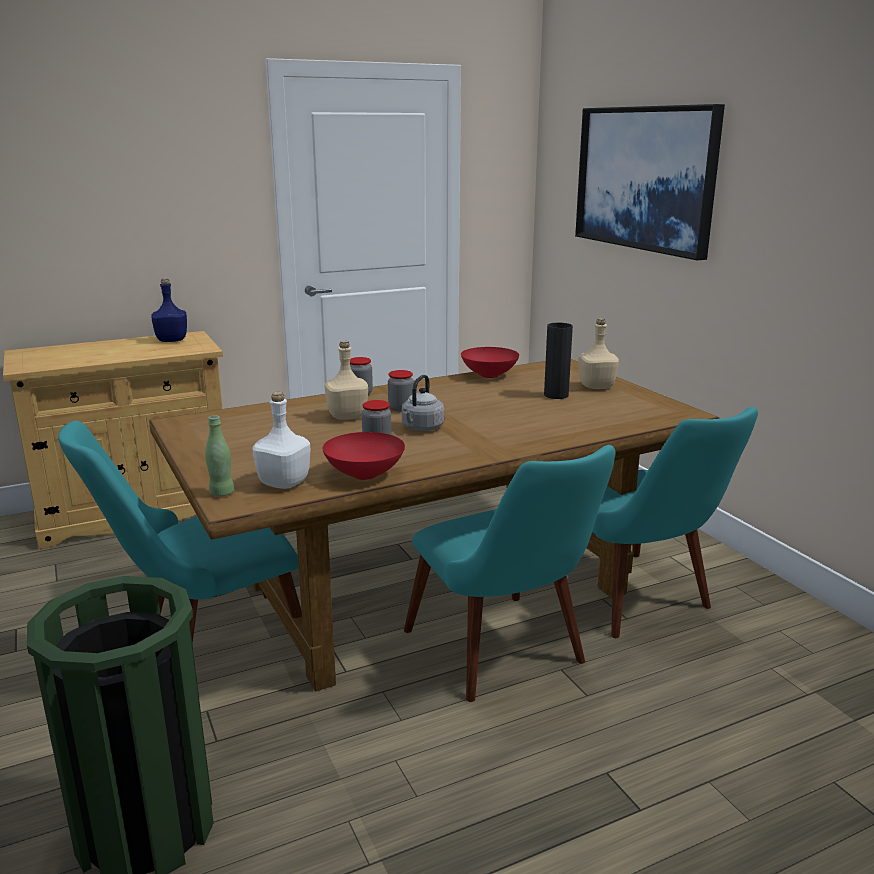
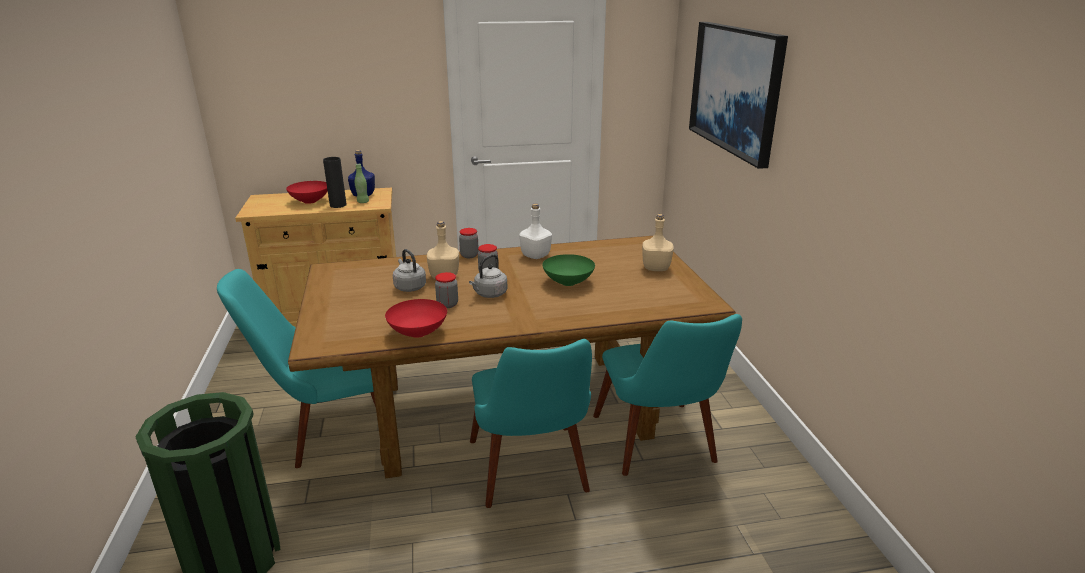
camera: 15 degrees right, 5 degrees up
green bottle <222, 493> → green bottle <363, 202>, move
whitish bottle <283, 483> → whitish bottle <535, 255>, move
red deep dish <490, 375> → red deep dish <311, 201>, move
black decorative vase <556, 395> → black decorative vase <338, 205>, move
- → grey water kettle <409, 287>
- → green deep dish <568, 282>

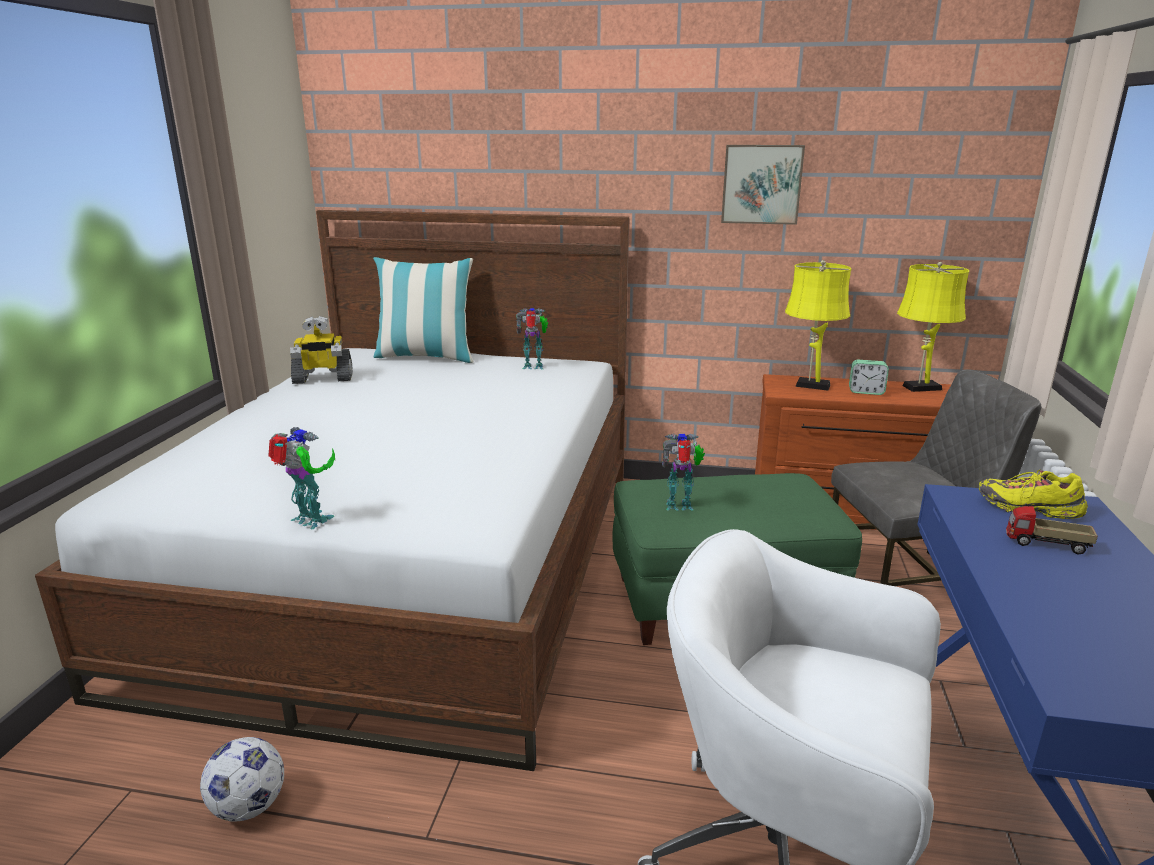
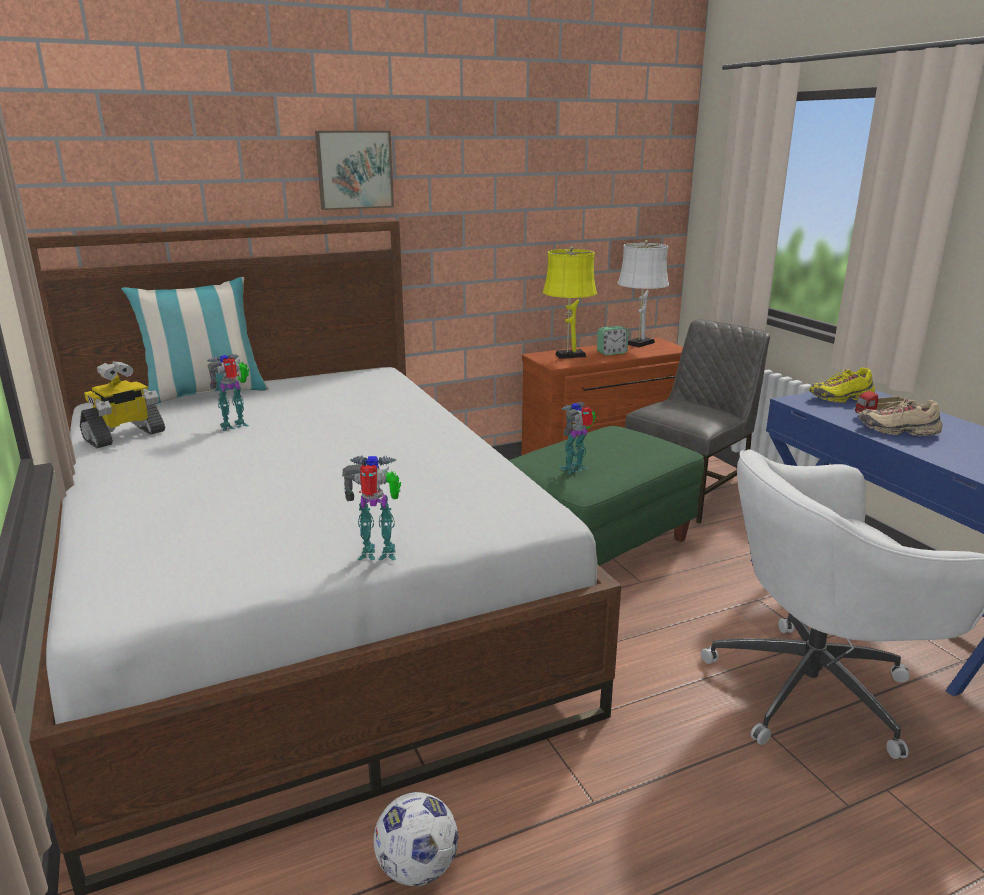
camera: 35 degrees left, 0 degrees up
robot figure <534, 367> → robot figure <235, 426>, move
wall art <761, 184> → wall art <354, 170>, move
yellow-coloured tabletop lamp <918, 388> → whitish tabletop lamp <638, 344>
- → sand-coloured shoe <898, 431>

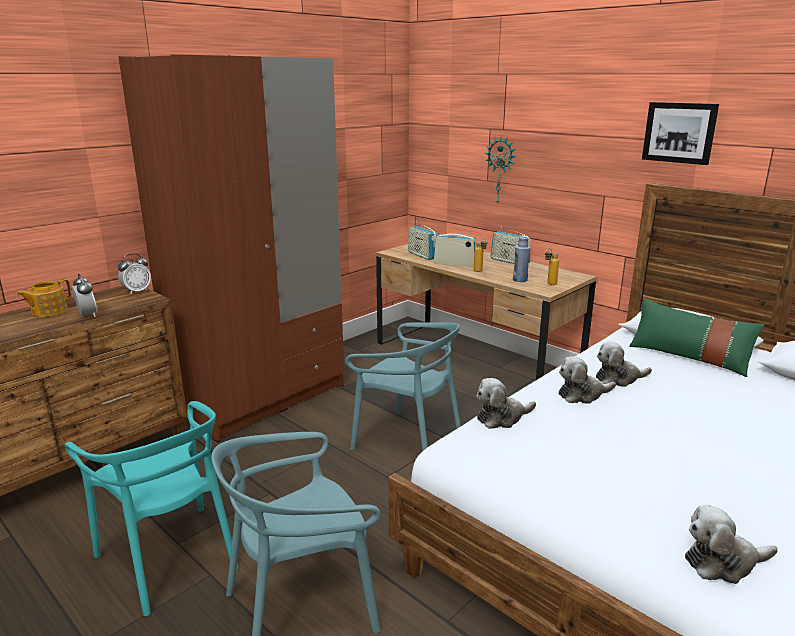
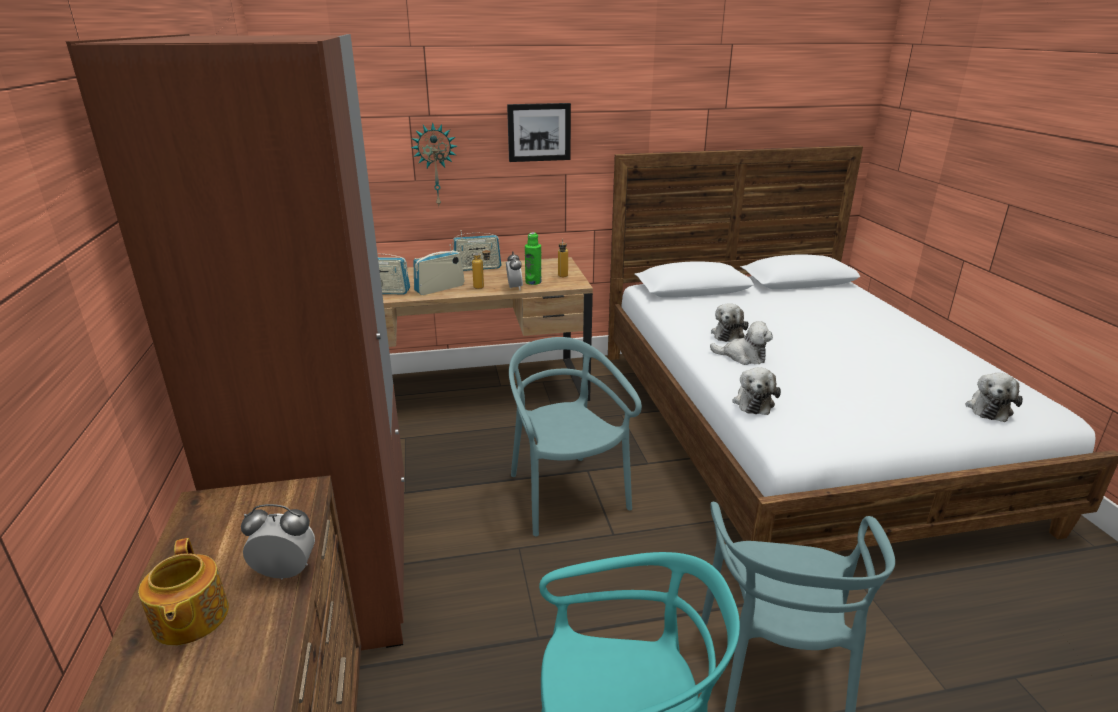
camera: 55 degrees left, 5 degrees up
alarm clock <137, 291> → alarm clock <514, 288>, move
blue-green plain chair <407, 441> → blue-green plain chair <565, 494>, 90 degrees counterclockwise
blue bottle <520, 280> → green bottle <533, 282>
cuddly toy <582, 394> → cuddly toy <743, 357>, 90 degrees counterclockwise
green pillow <689, 357> → -
wall art <679, 132> → wall art <539, 132>, move

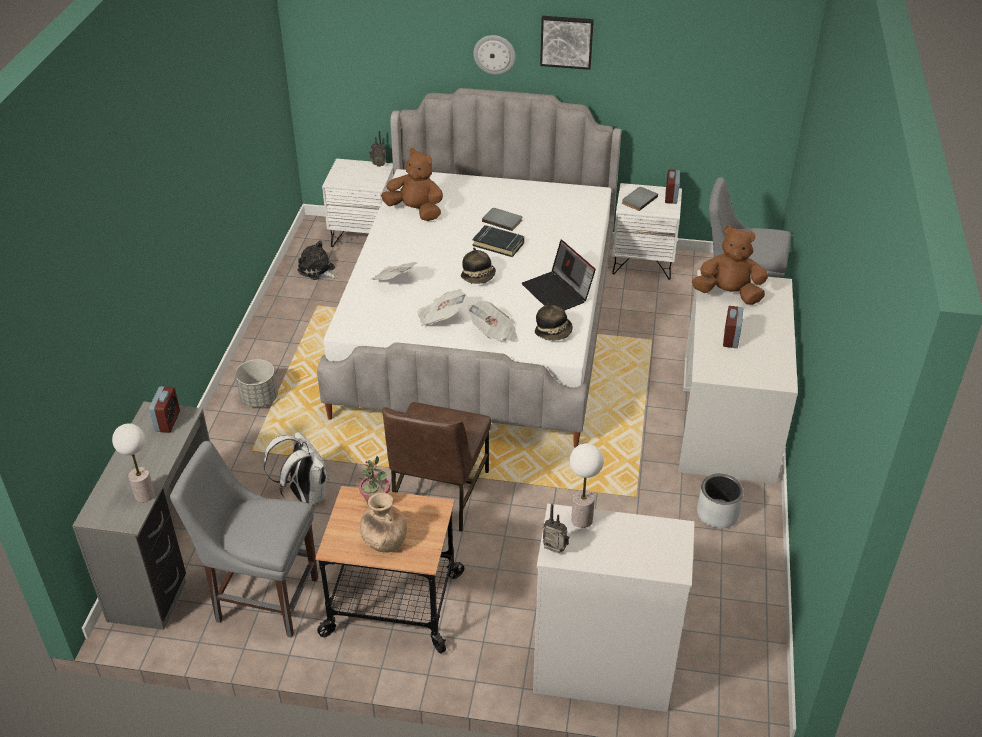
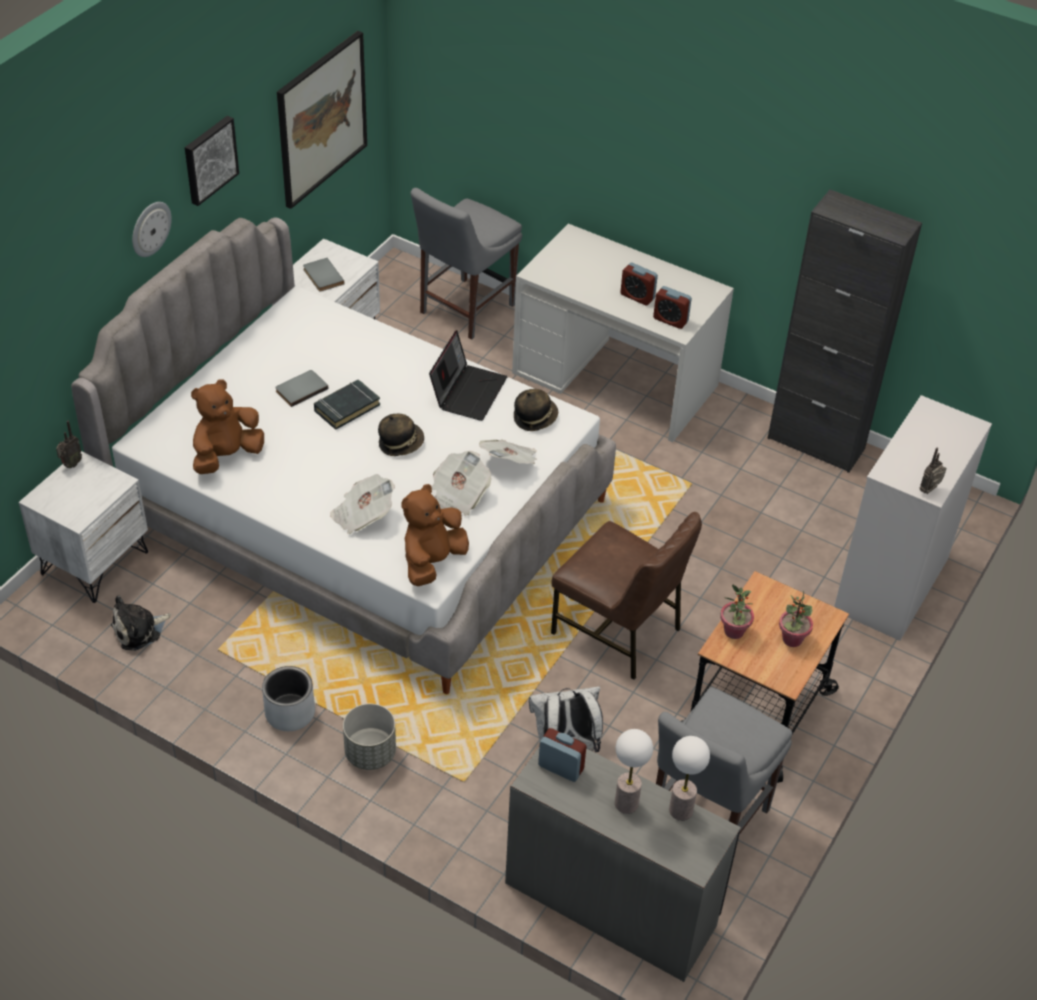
camera: 70 degrees left, 5 degrees up
brown-coloured decorative vase <384, 541> → houseplant <792, 639>
notebook computer <558, 292> → notebook computer <468, 391>, 60 degrees counterclockwise
tabletop lamp <582, 519> → tabletop lamp <626, 803>, move
alarm clock <671, 197> → alarm clock <670, 320>, move
brown-coloured cuddly toy <728, 294> → brown-coloured cuddly toy <432, 562>, move
grey flower pot <717, 513> → grey flower pot <289, 712>, move
- → wall art <321, 119>
- → black cabinet <816, 443>

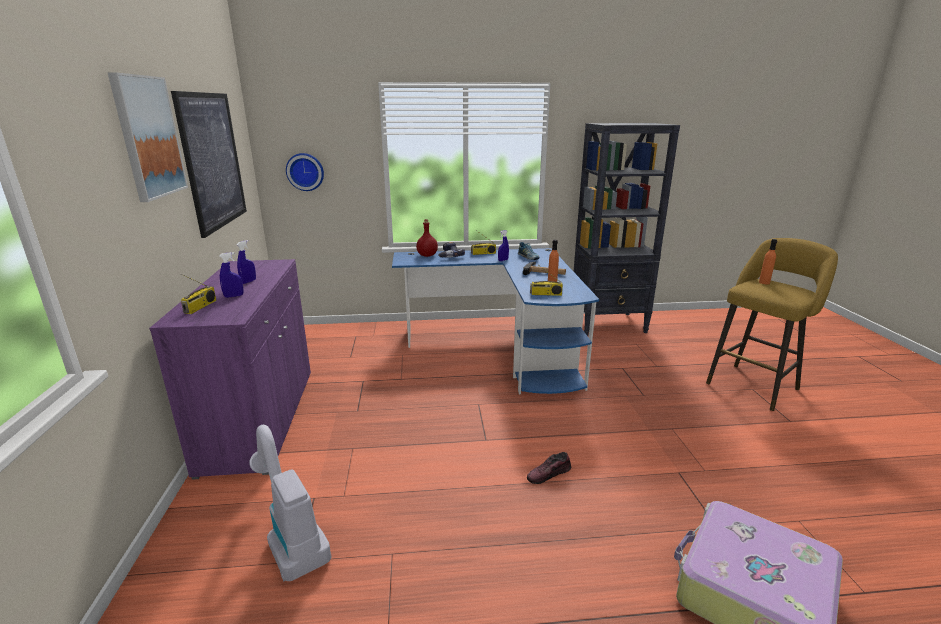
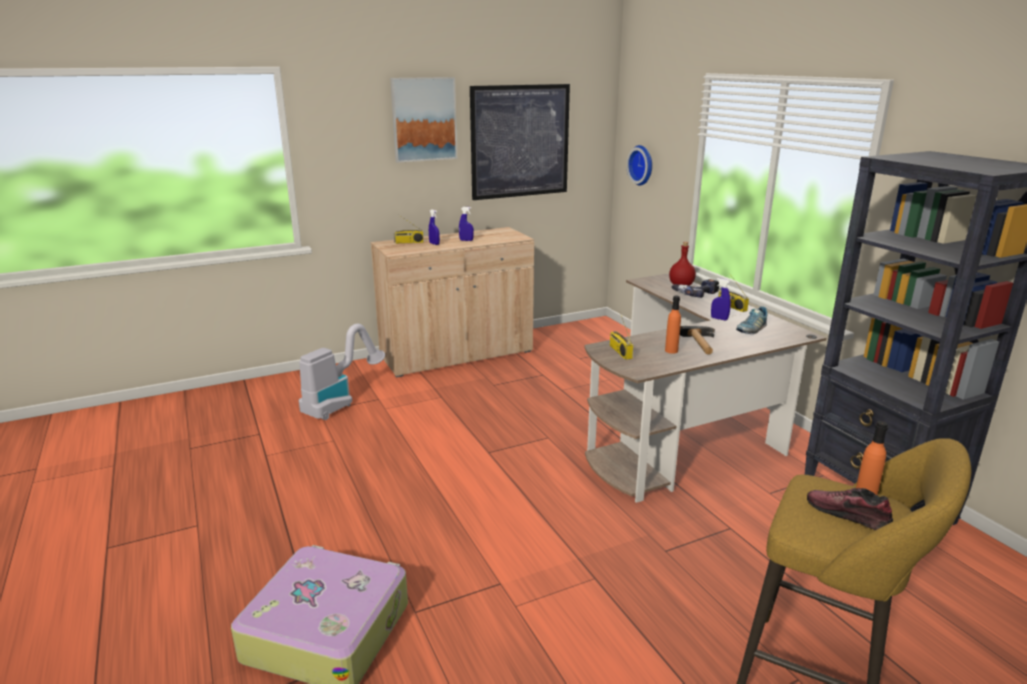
camera: 70 degrees right, 0 degrees up
purple cabinet <260, 419> → sand-coloured cabinet <457, 354>
blue desk table <503, 348> → brown-coloured desk table <687, 431>
shoe <549, 474> → shoe <848, 515>, move

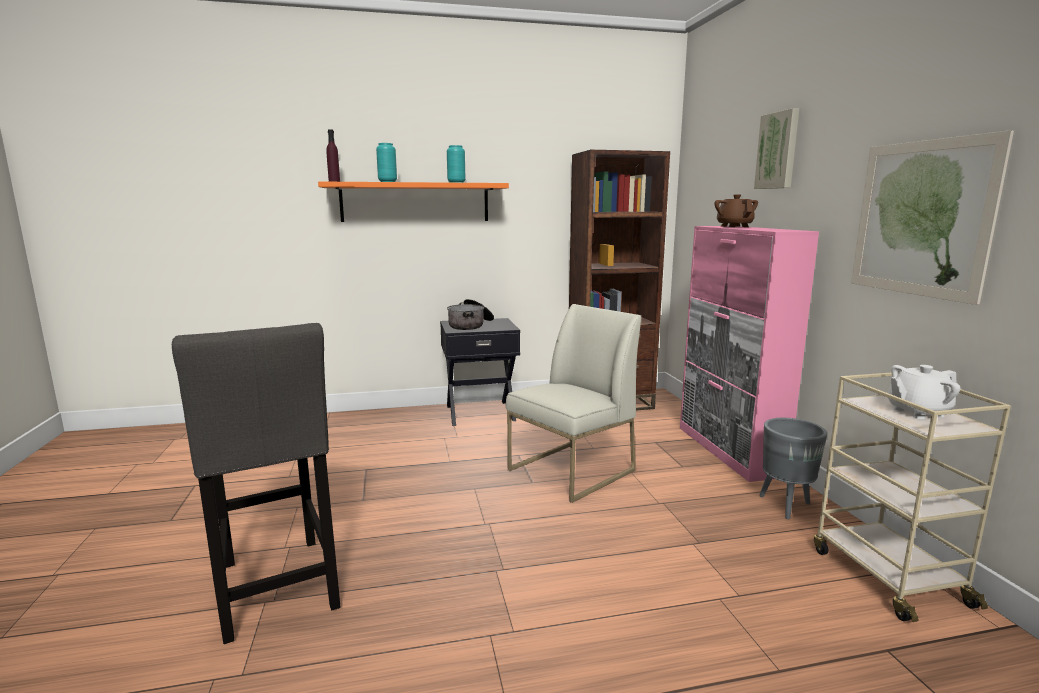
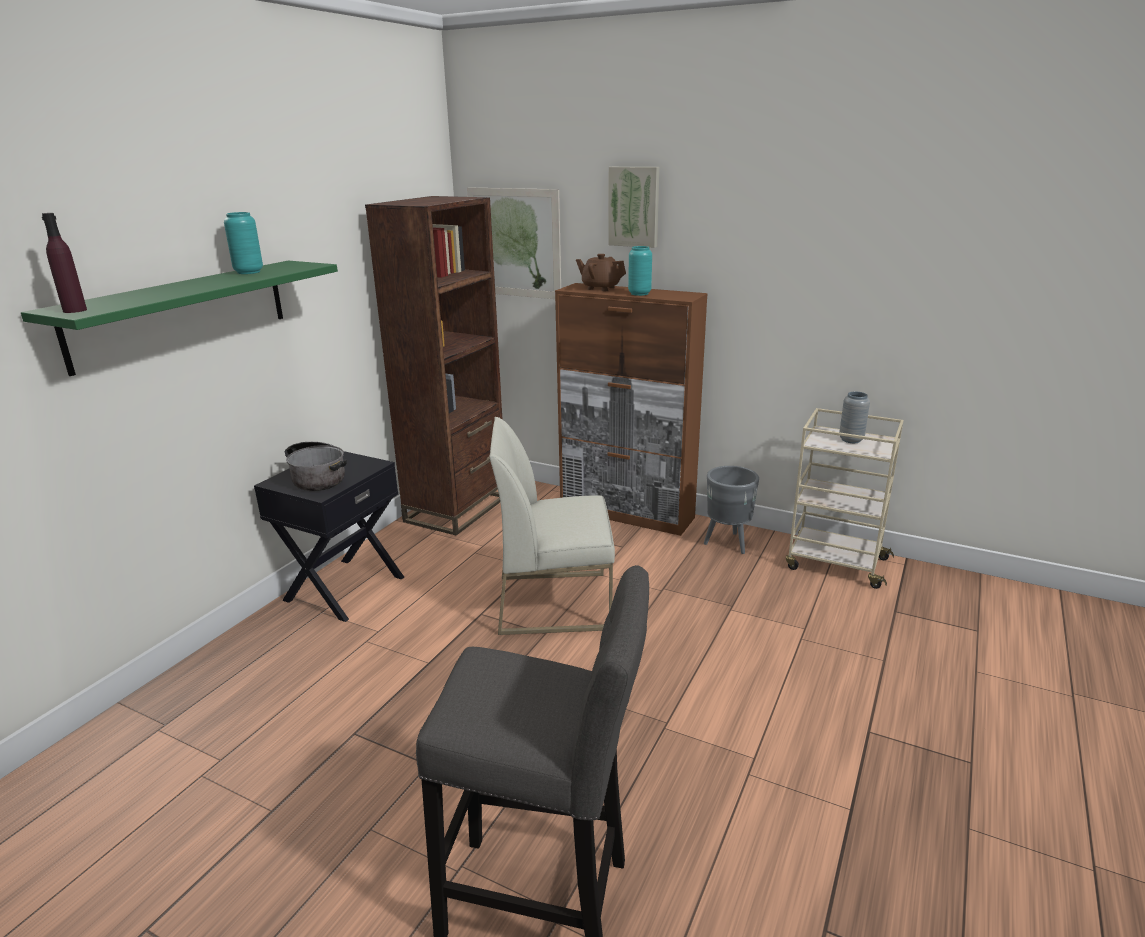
camera: 50 degrees left, 10 degrees up
orange-coloured shelf <415, 202> → green shelf <182, 313>
blue-green decorative vase <387, 182> → blue-green decorative vase <639, 294>, move
whitish plain chair <571, 471> → whitish plain chair <555, 602>, 90 degrees counterclockwise
pink cabinet <728, 451> → brown-coloured cabinet <627, 513>
wall art <921, 218> → wall art <514, 243>, move
whitish tea pot <917, 412> → grey decorative vase <851, 440>

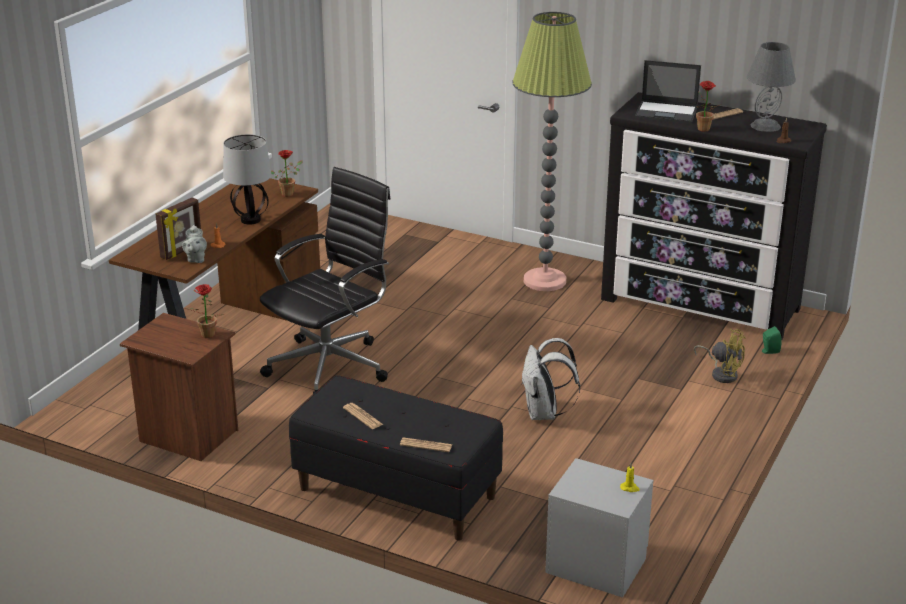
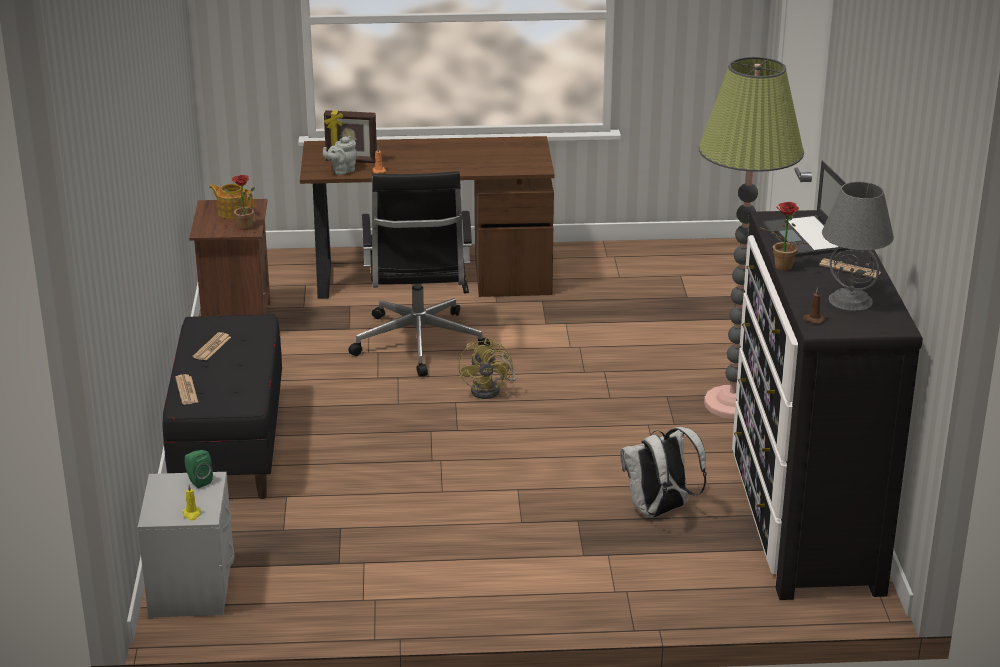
camera: 60 degrees right, 0 degrees up
tabletop lamp <250, 220> → -
black computer chair <331, 366> → black computer chair <418, 344>, 75 degrees clockwise
houseplant <289, 193> → -
whitish rucksack <544, 413> → whitish rucksack <659, 511>, move
yellow-coloured fan <722, 373> → yellow-coloured fan <490, 389>, move
green audio speaker <769, 351> → green audio speaker <198, 481>, move
- → tea pot <232, 212>

